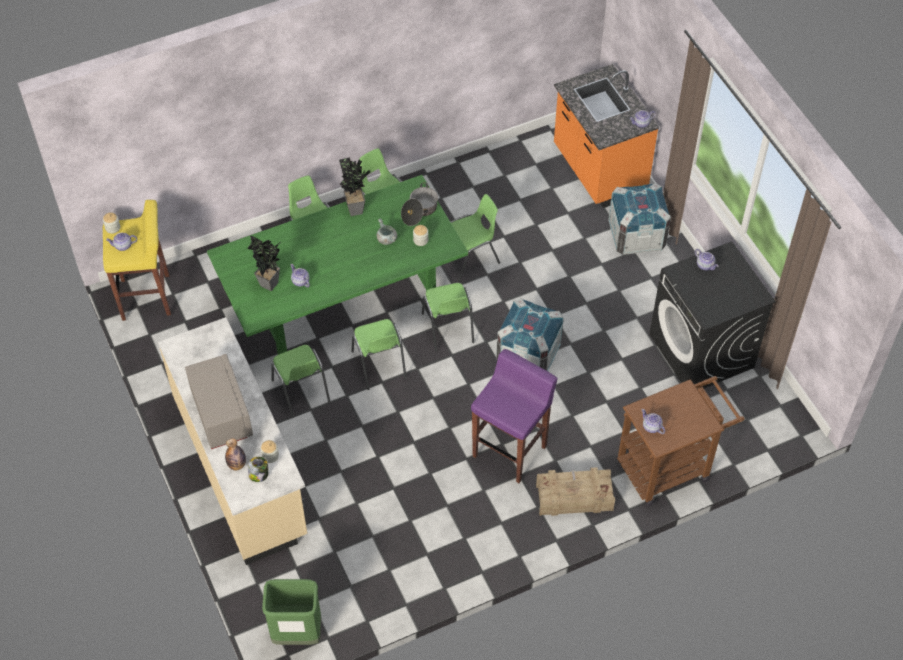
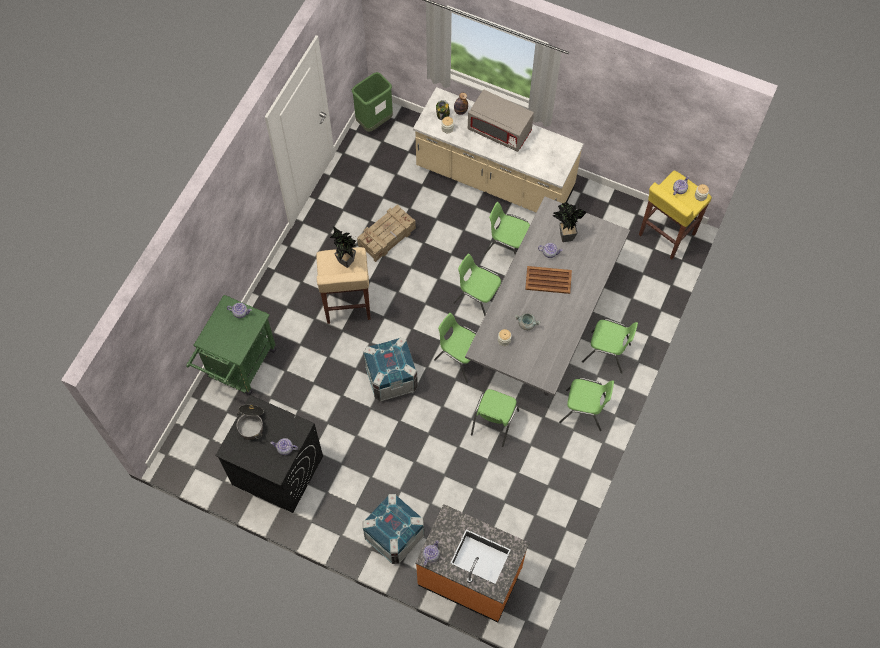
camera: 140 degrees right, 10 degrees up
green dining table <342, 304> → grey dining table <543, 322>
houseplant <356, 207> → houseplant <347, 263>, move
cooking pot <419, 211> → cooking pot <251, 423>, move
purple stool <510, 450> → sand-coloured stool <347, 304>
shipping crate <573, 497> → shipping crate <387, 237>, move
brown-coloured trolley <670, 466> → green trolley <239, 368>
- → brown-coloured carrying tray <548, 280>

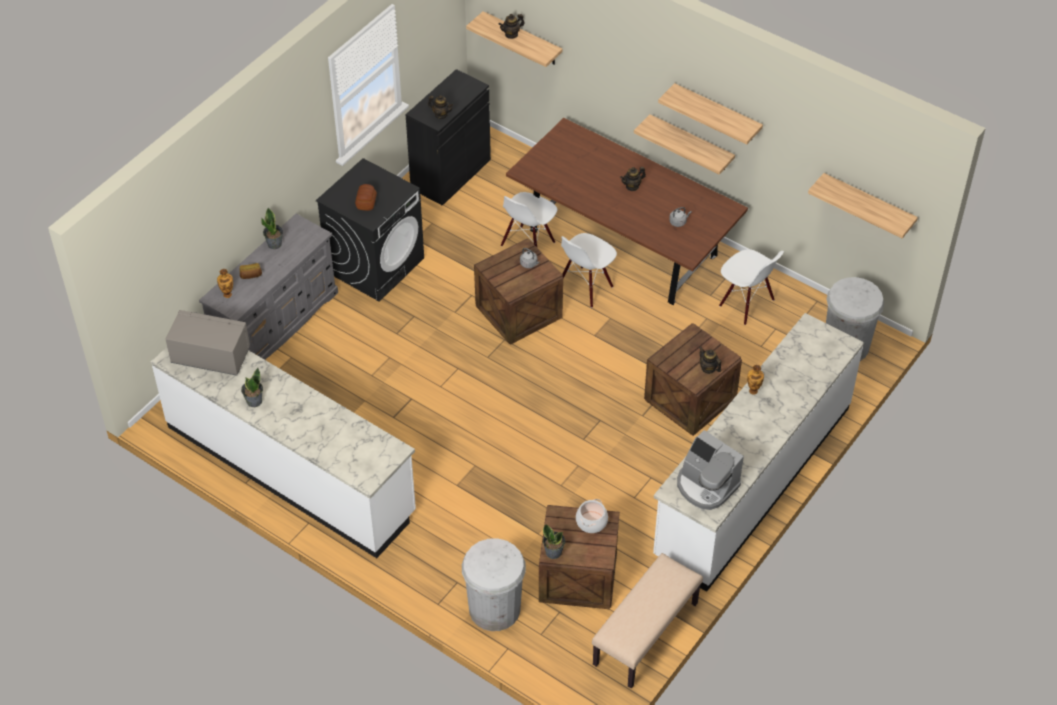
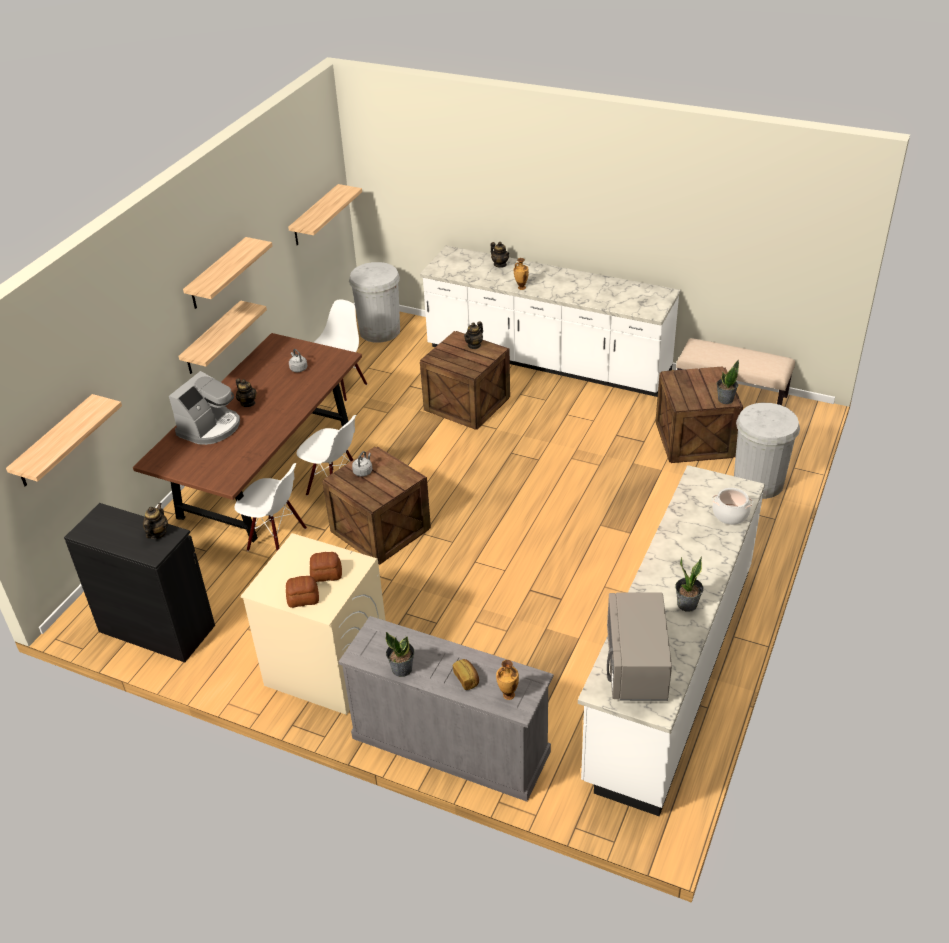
camera: 100 degrees left, 10 degrees down
black laundry appliance <375, 264> → sand-coloured laundry appliance <326, 667>
tea pot <511, 34> → tea pot <500, 264>, move
cooking pot <591, 522> → cooking pot <730, 514>, move
coffee brewer <706, 486> → coffee brewer <210, 428>, move
- → bakery bread <303, 599>

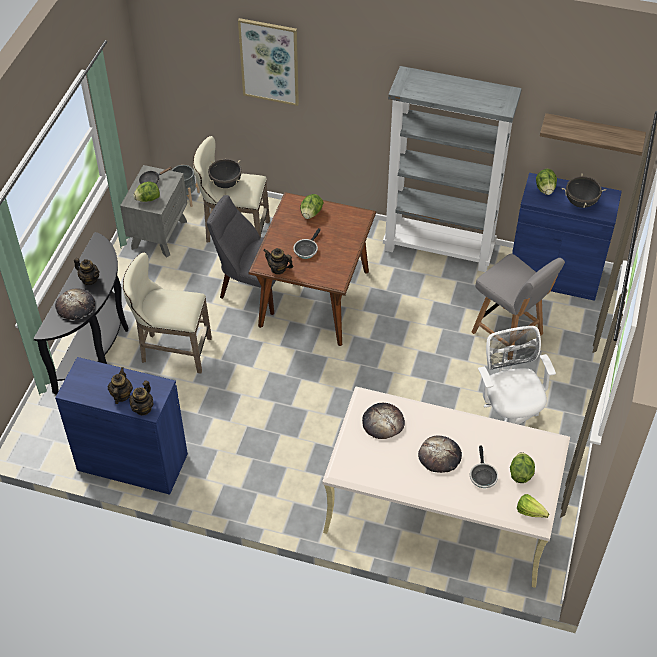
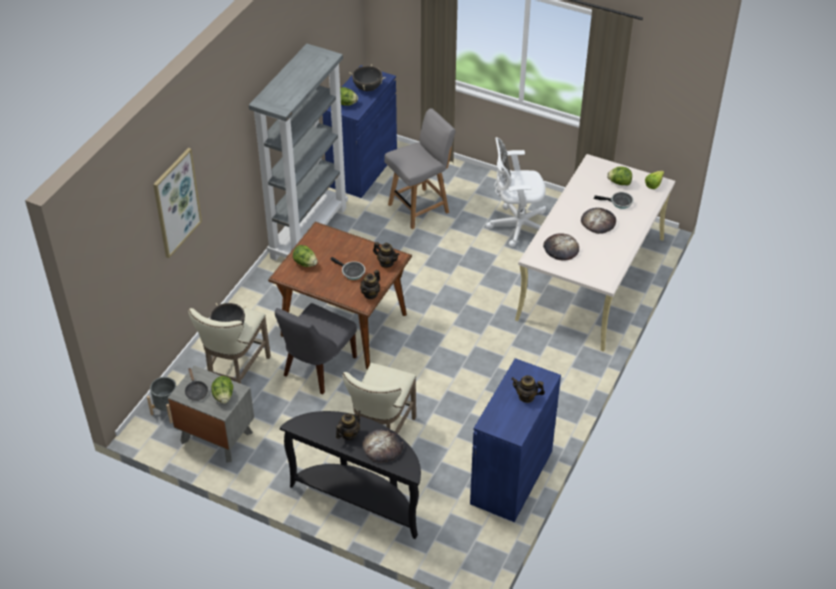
camera: 80 degrees left, 5 degrees down
tea pot <143, 408> → tea pot <386, 263>, move
shelf <593, 133> → -

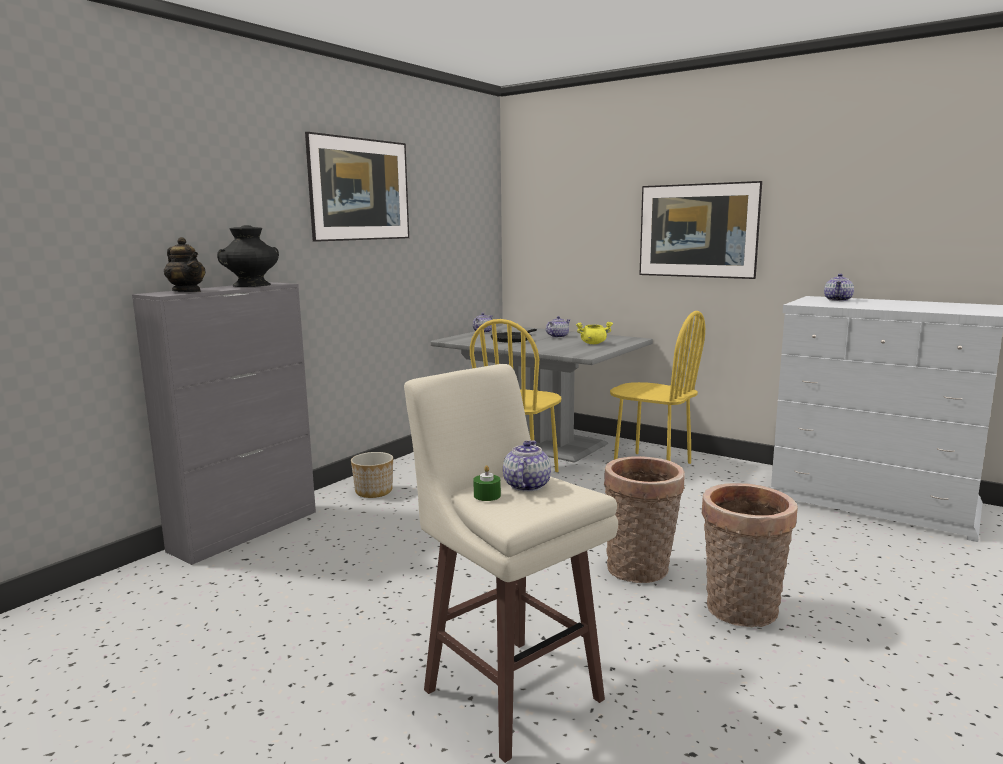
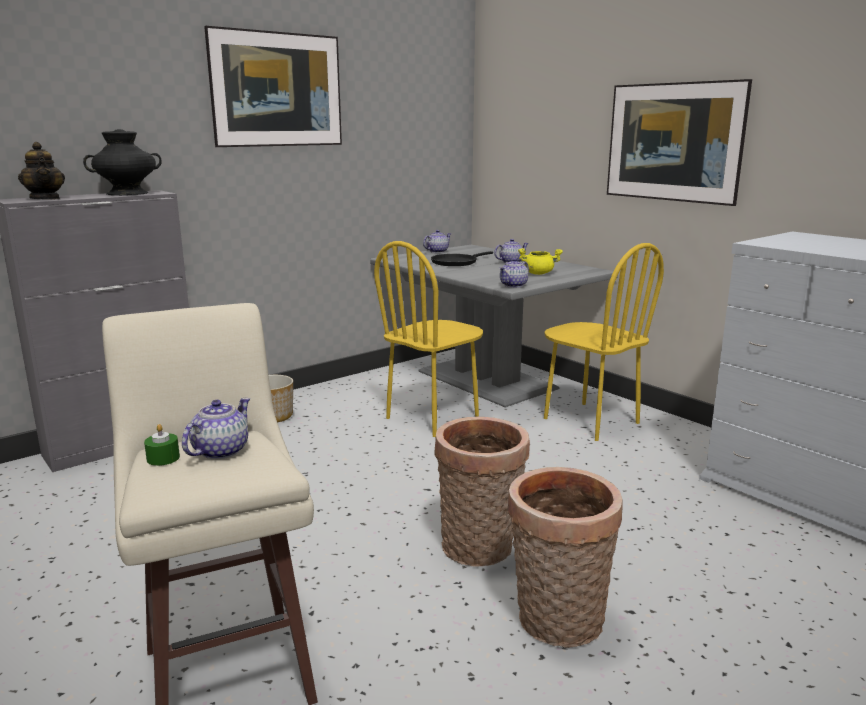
camera: 15 degrees right, 5 degrees up
tea pot <838, 300> → tea pot <514, 285>, move

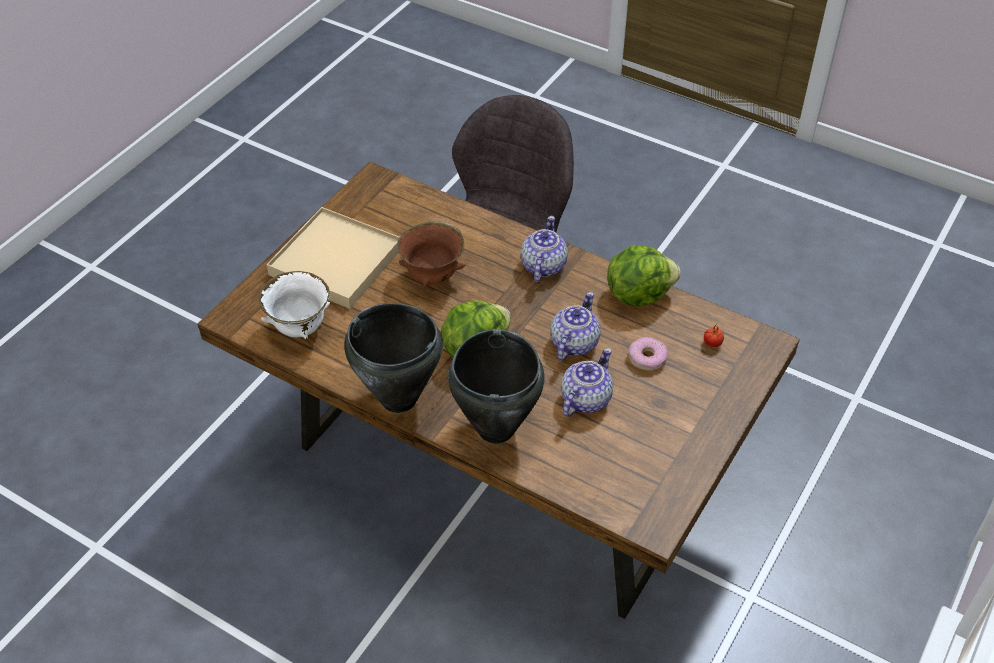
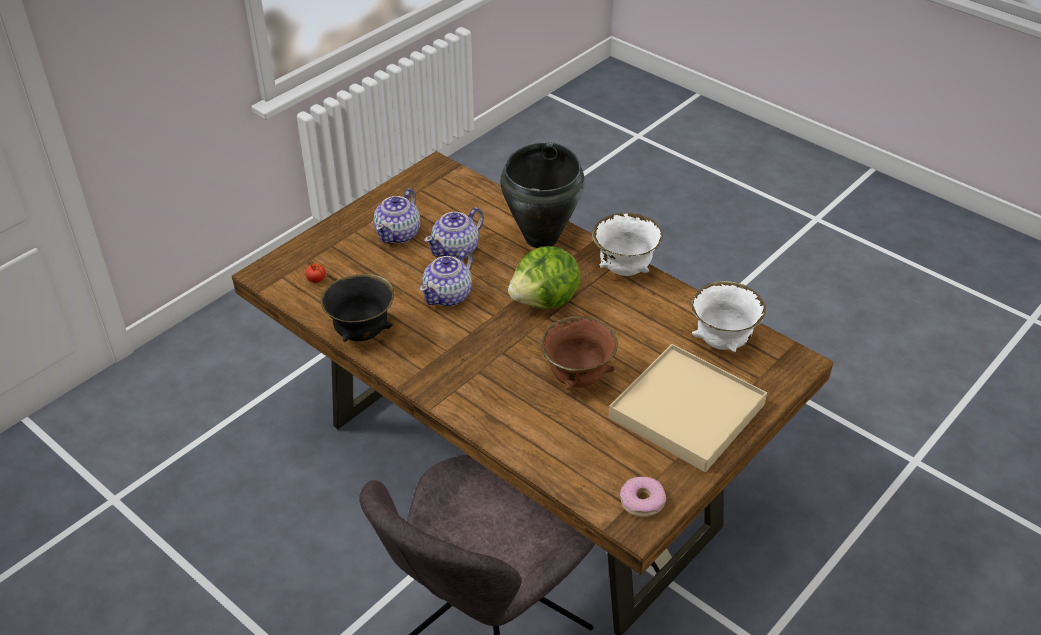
camera: 170 degrees left, 5 degrees down
black cooking pot <399, 399> → whitish deep dish <624, 269>
tea pot <542, 266> → tea pot <399, 234>, move
lettuce head <638, 294> → black deep dish <362, 334>
ring doughnut <647, 358> → ring doughnut <642, 501>, move

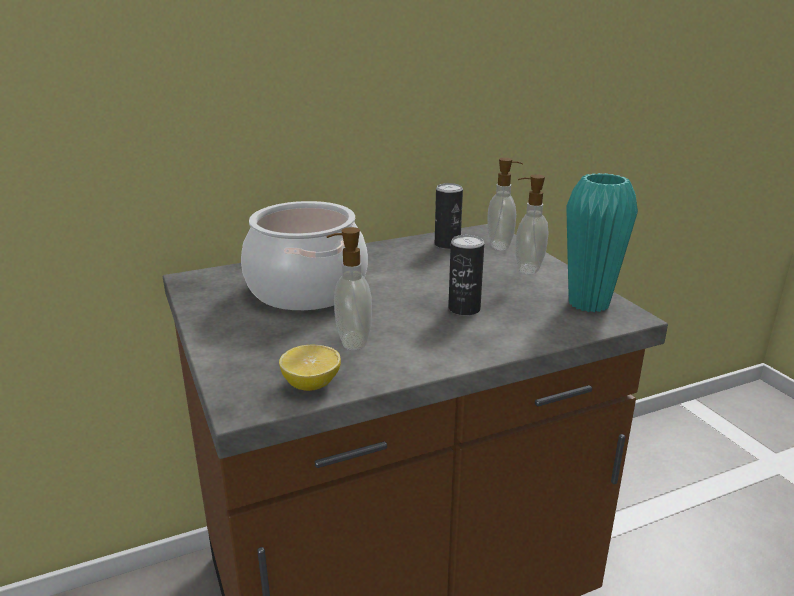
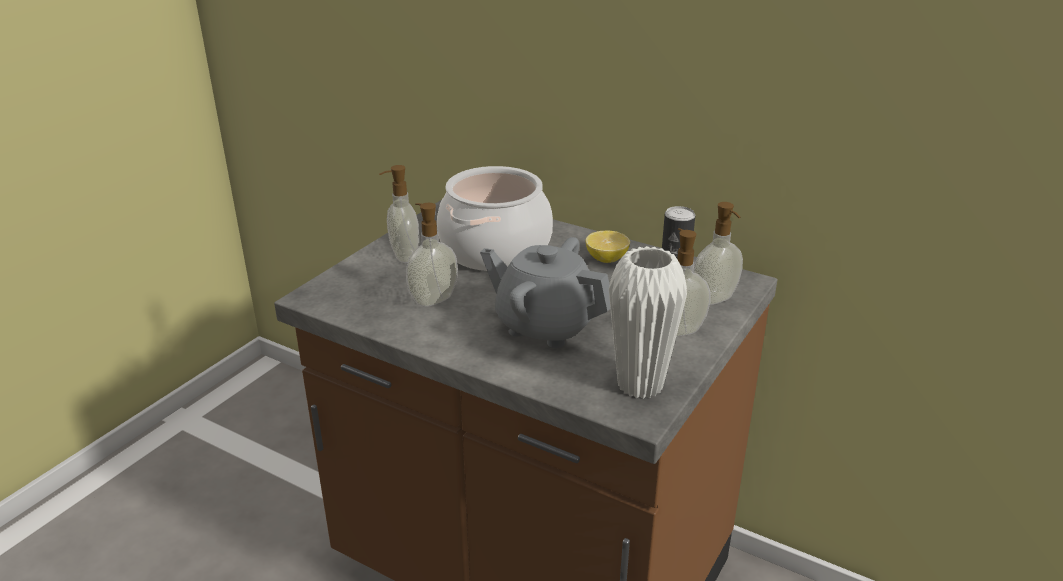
camera: 55 degrees right, 5 degrees up
lemon <311, 384> → lemon <606, 259>, move
sealed can <464, 309> → grey tea pot <545, 326>
blue-green decorative vase <588, 303> → whitish decorative vase <640, 385>
- → soap dispenser <403, 256>

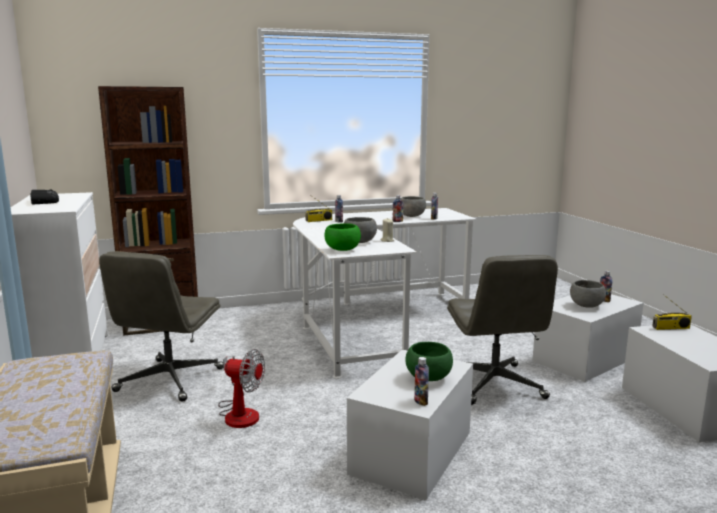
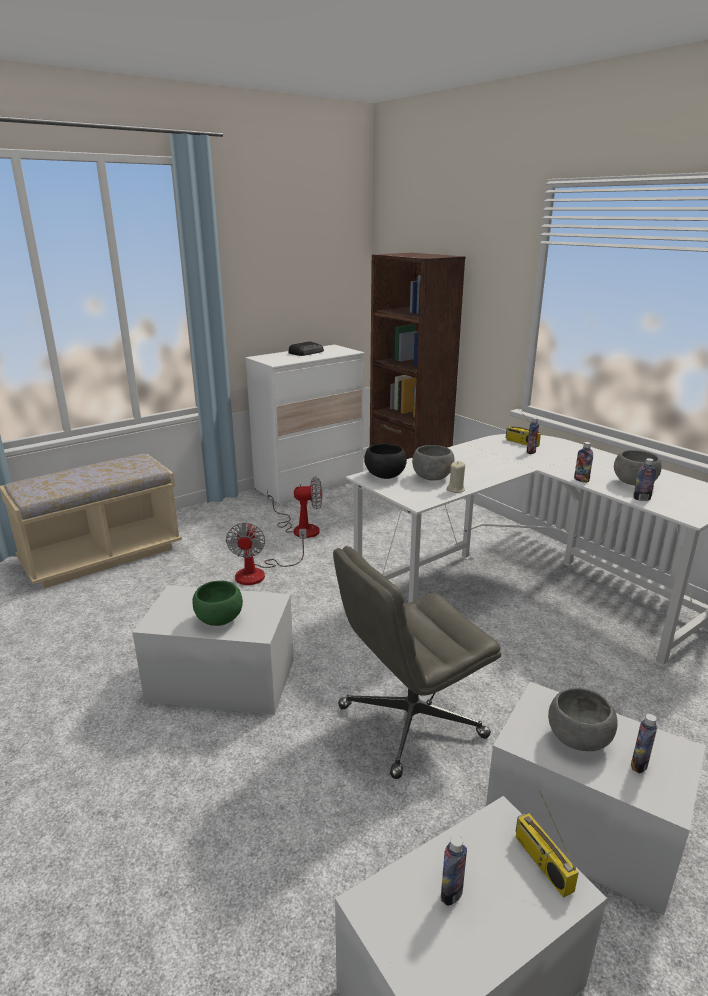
camera: 70 degrees right, 10 degrees up
grey computer chair <169, 380> → fan <300, 528>
green deep dish <342, 250> → black deep dish <385, 476>
bottle <421, 401> → bottle <451, 893>, move

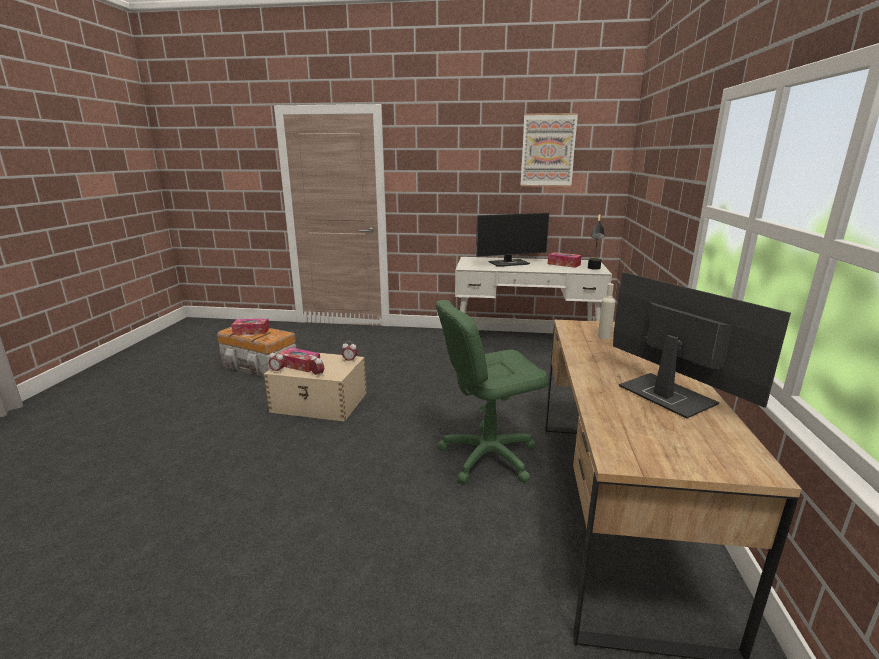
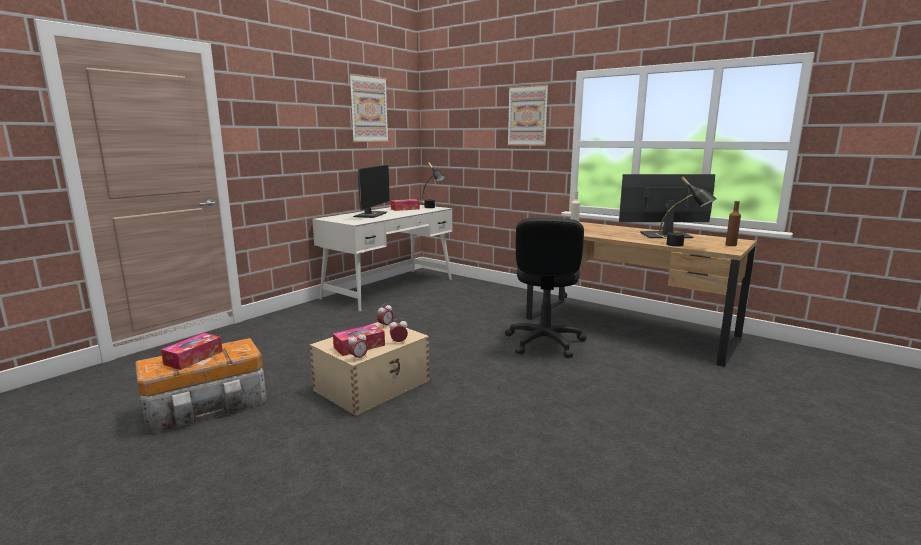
camera: 60 degrees left, 5 degrees down
green computer chair <488, 456> → black computer chair <544, 342>
- → wall art <527, 116>
- → black tabletop lamp <682, 246>
- → brown-coloured bottle <731, 245>

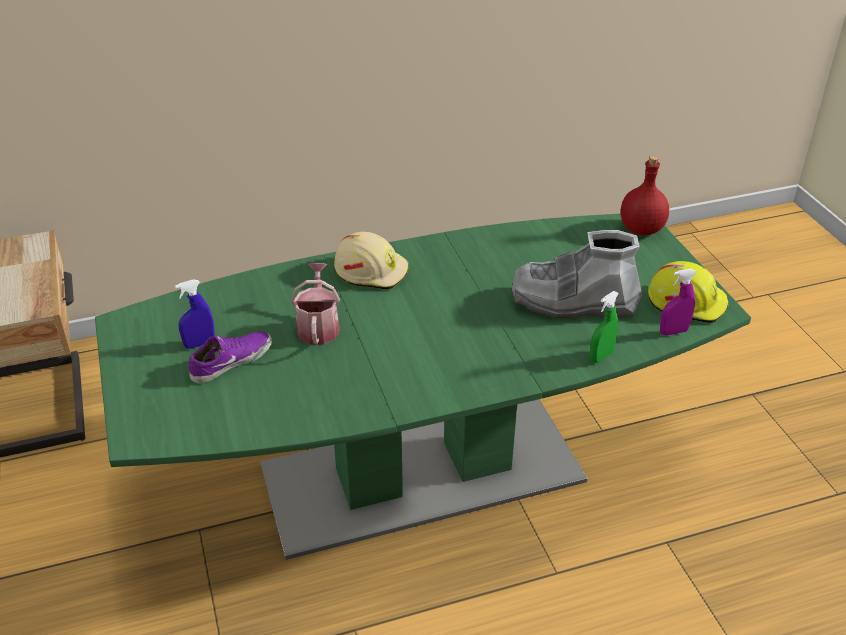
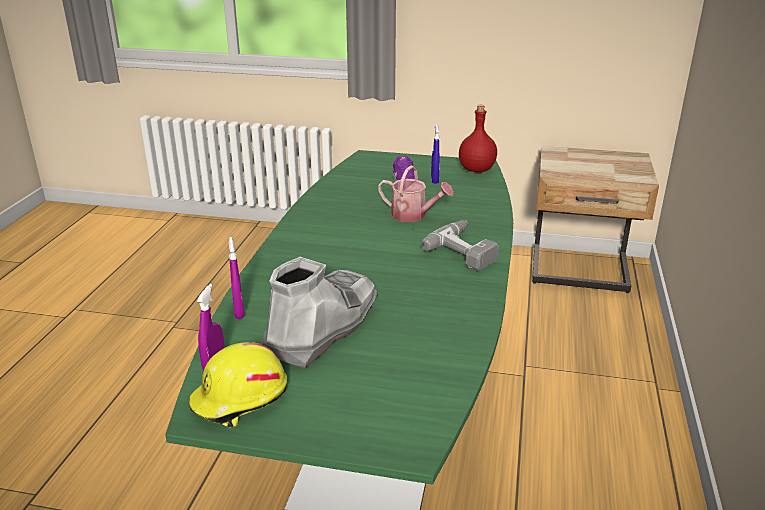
camera: 120 degrees right, 10 degrees down
sand-coloured hard hat <371, 271> → drill <467, 250>
green sprayer <601, 356> → purple sprayer <239, 312>
red bottle <641, 230> → red bottle <476, 169>, move

